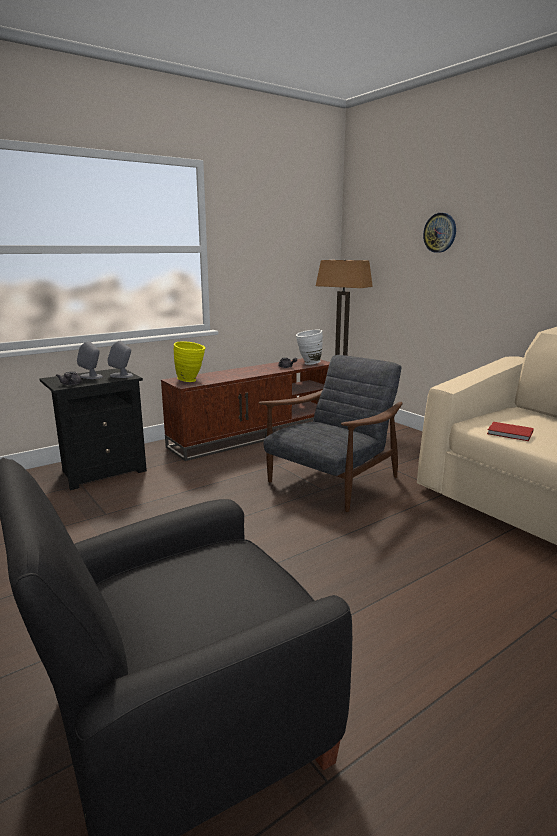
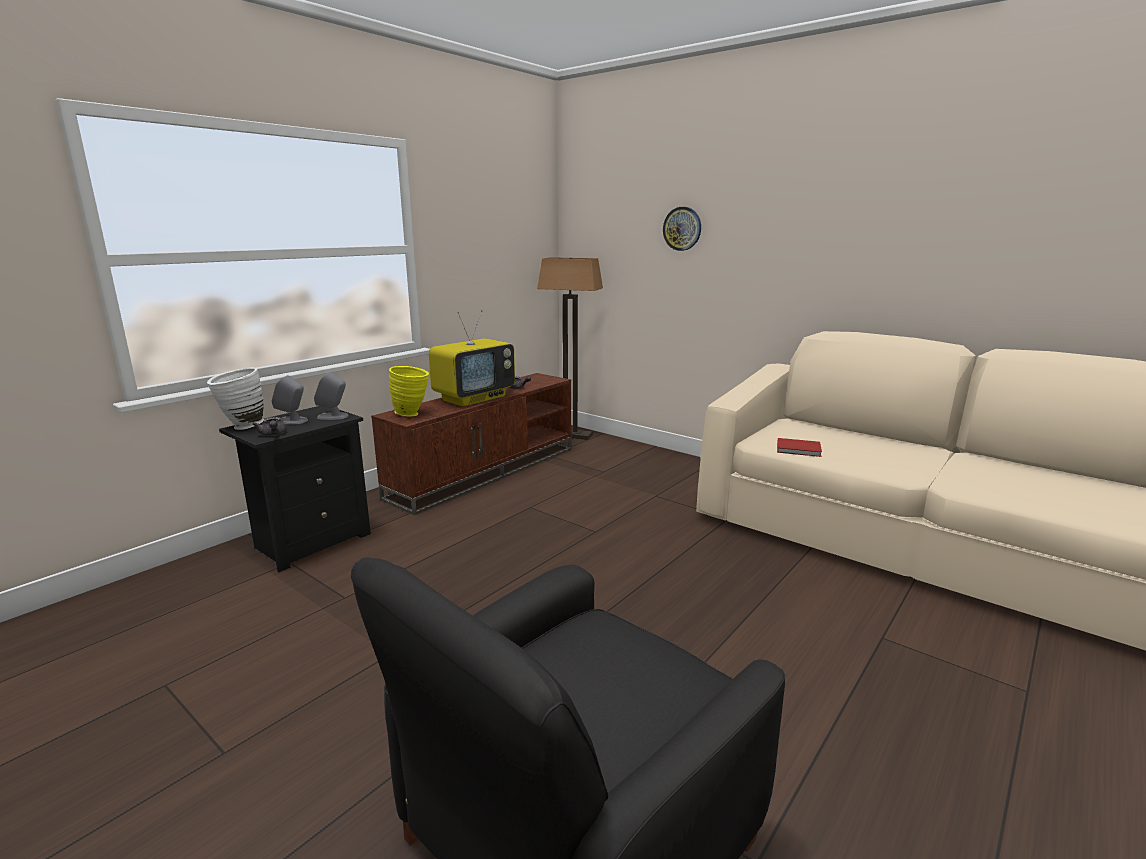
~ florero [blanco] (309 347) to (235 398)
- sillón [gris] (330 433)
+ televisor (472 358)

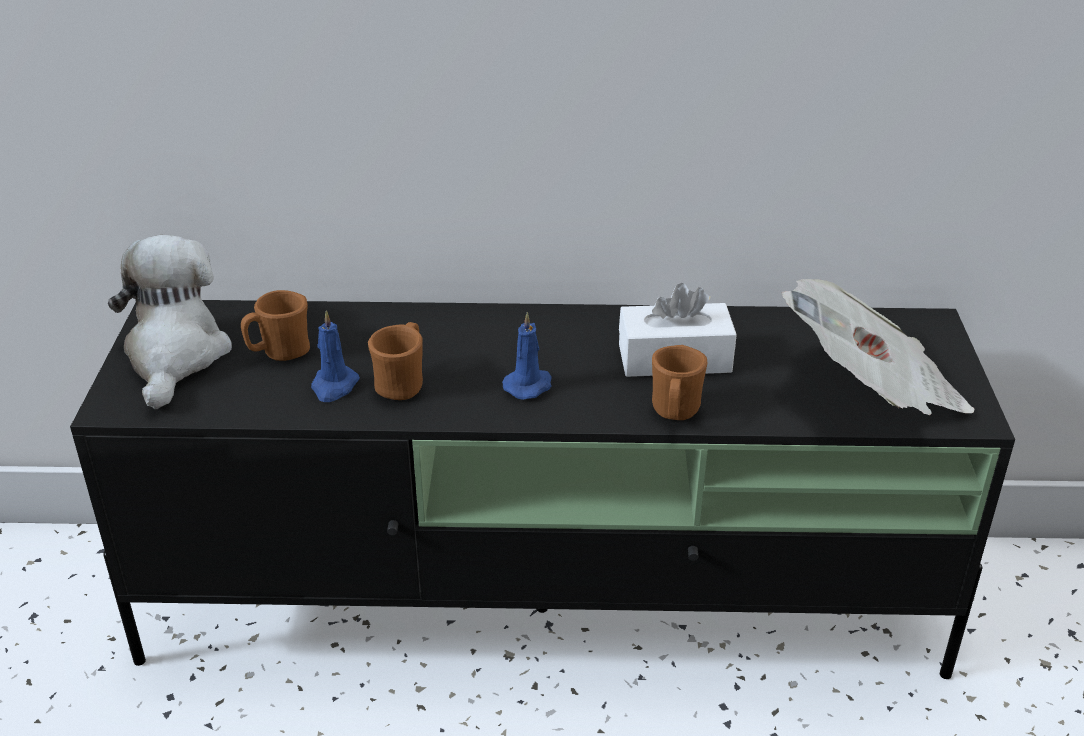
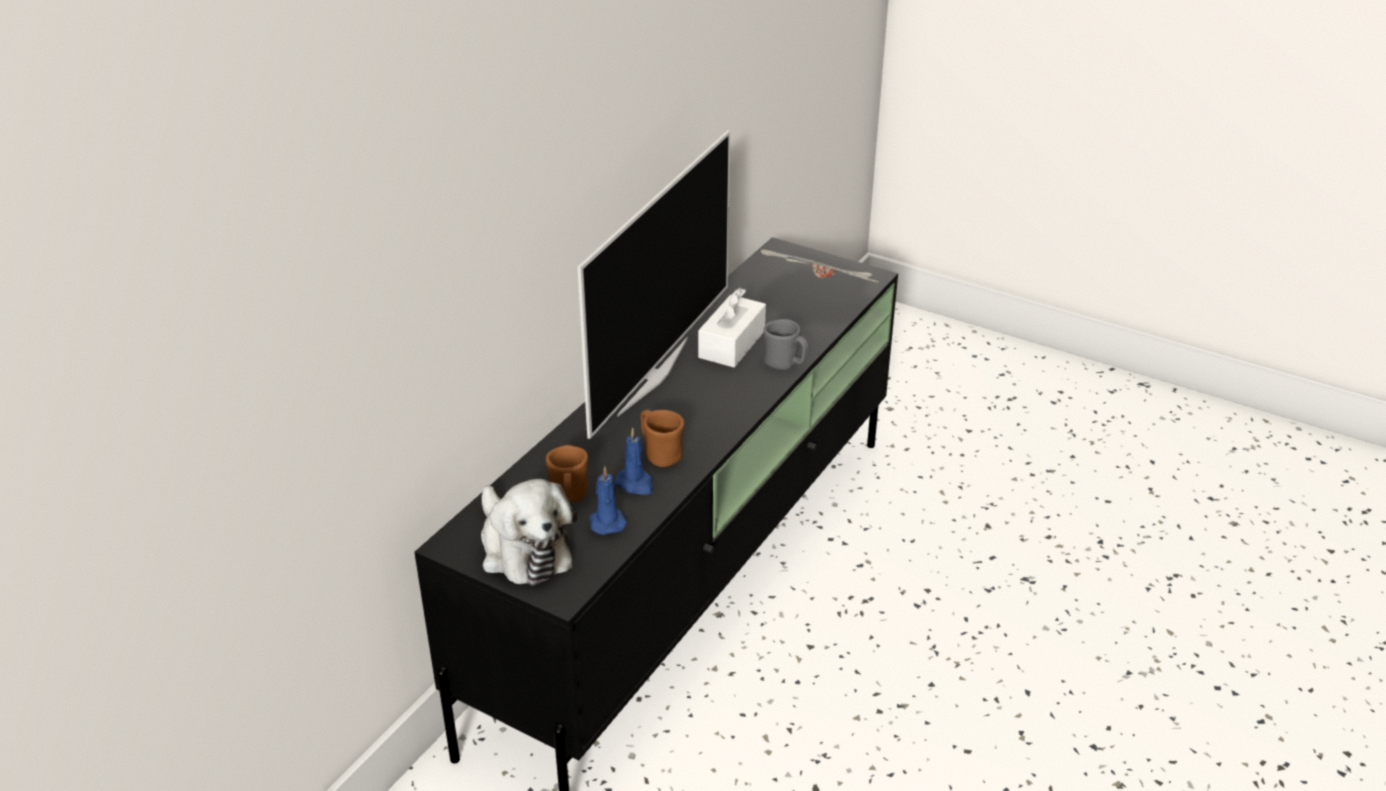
~ peluche (170 322) = (529 532) 150 degrees counterclockwise
~ vela [azul] (527 356) to (608 501)
~ taza grande [marrón] (679 382) to taza grande [gris] (785 344)
+ televisor (654 284)

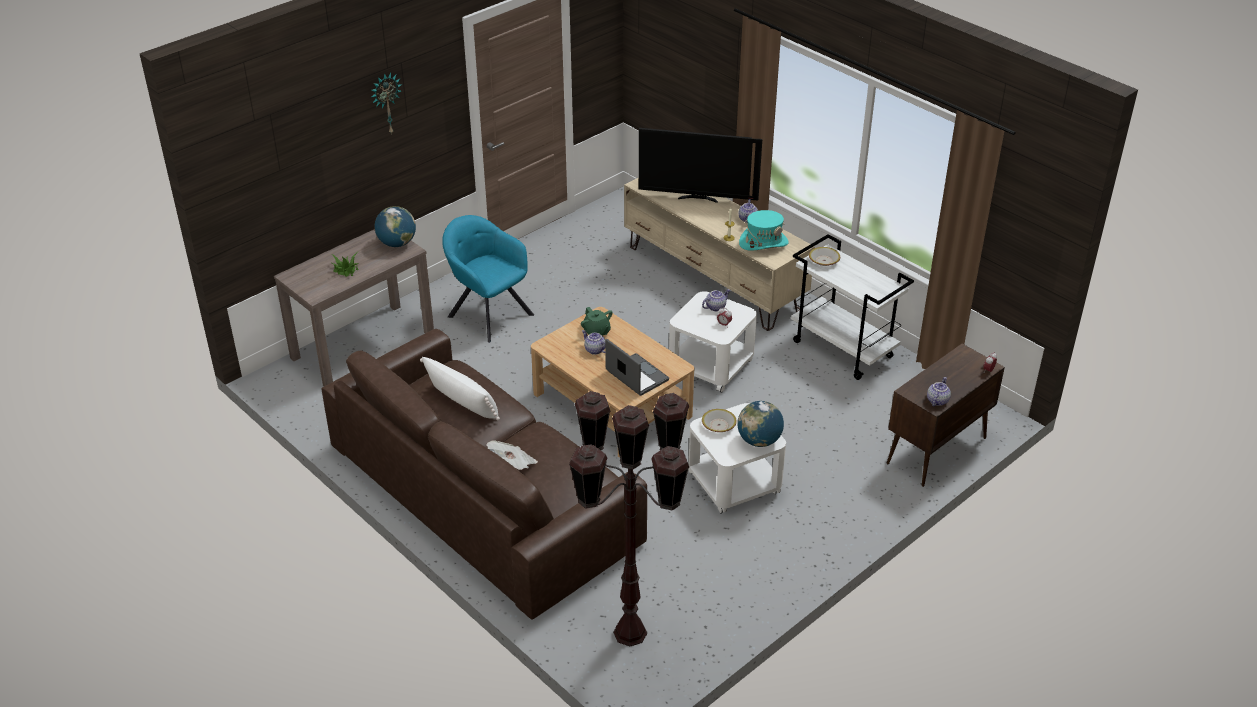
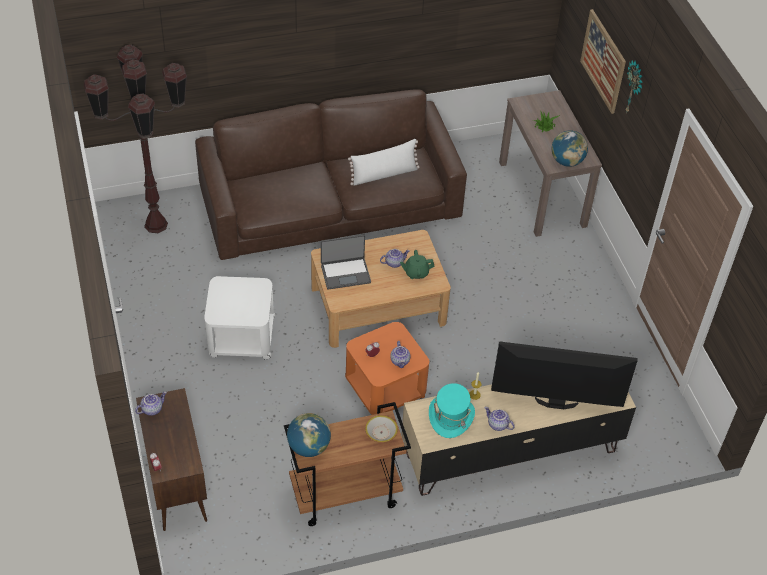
~ televisor (700 165) = (564 375) 60 degrees clockwise
- sillón [turquesa] (488 279)
~ carrito [blanco] (852 307) to carrito [marrón] (347 464)
~ mesa auxiliar [blanco] (713 342) to mesa auxiliar [naranja] (387 368)
~ tetera (939 391) = (151 404) 90 degrees counterclockwise
~ globo terráqueo (760 424) to (309 435)
- cuenco (719 420)
- periódico (512 455)
+ cuadro (603 61)

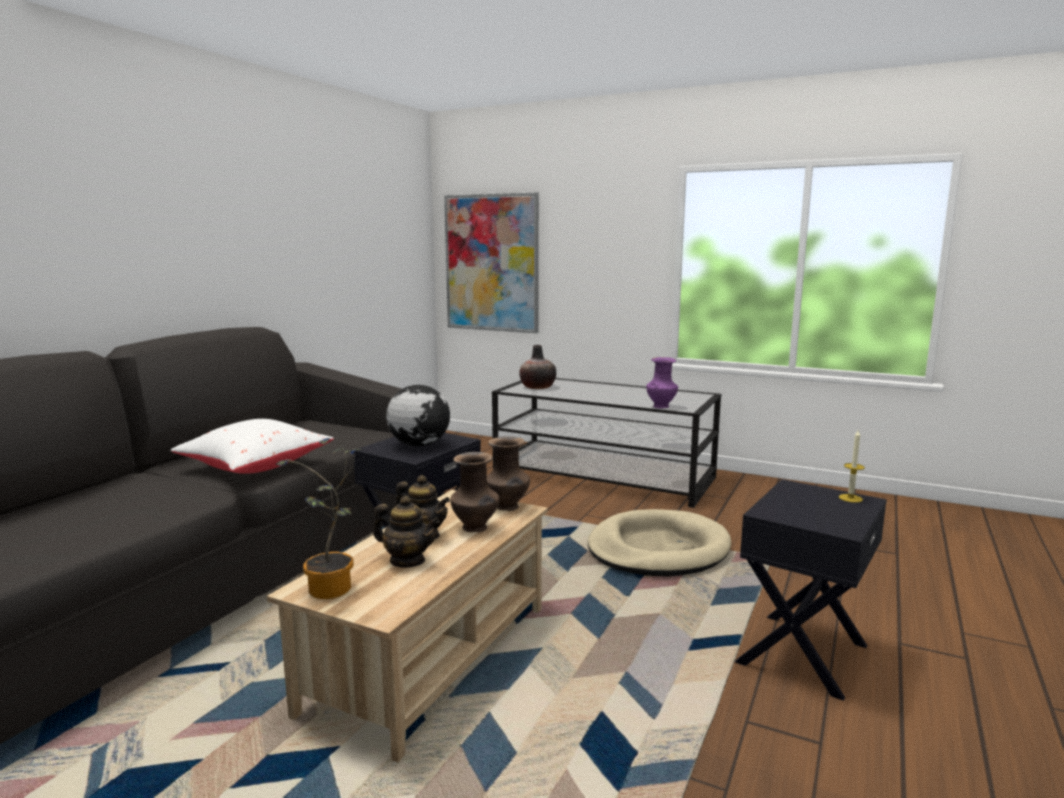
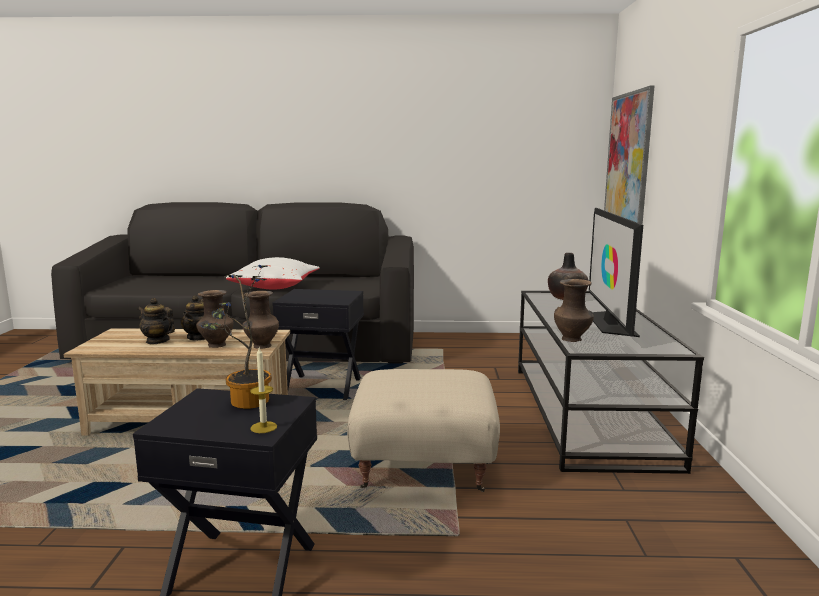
~ florero [morado] (662 382) to florero [marrón] (574 310)
- globo terráqueo (418 415)
~ planta en maceta (319 518) to (236 337)
~ tetera (406 532) = (156 321) 120 degrees clockwise
~ cama para perro [beis] (660 543) to puf [beis] (423 430)
+ televisor (616 272)

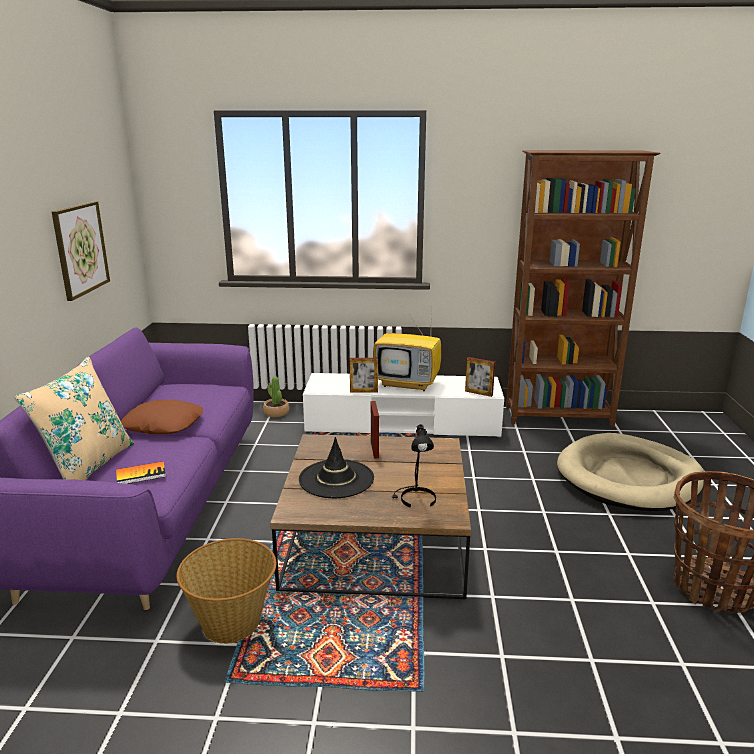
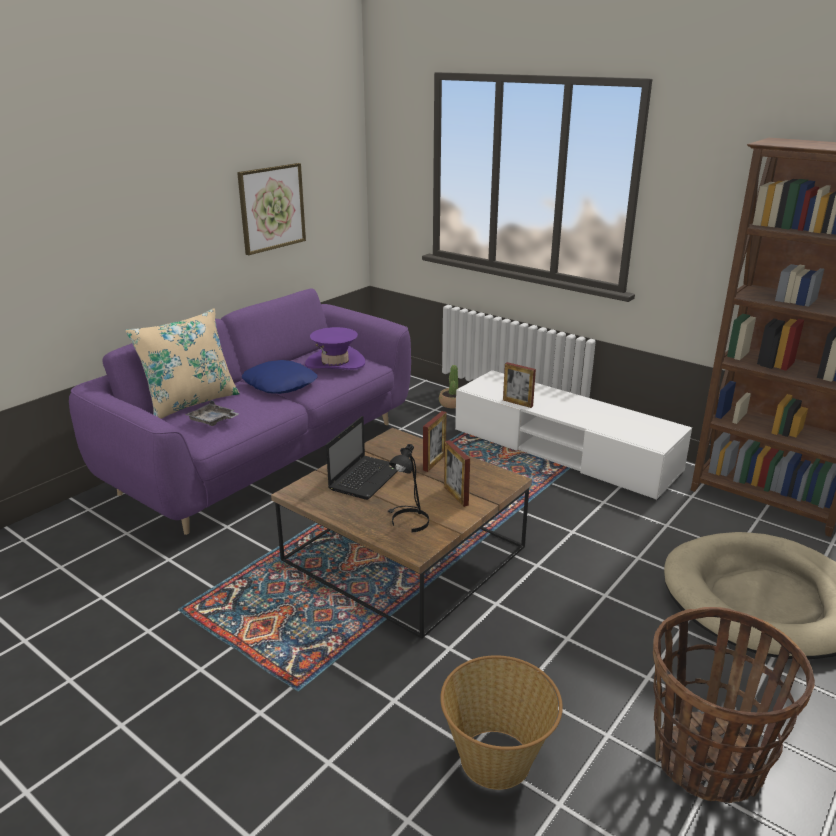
- televisor (407 350)
~ portarretratos (480 377) to (457 473)
~ cojín [marrón] (162 417) to cojín [azul] (280 377)
~ sombrero [negro] (336 467) to portátil (361 458)
~ libro (141 472) to bandeja [gris] (212 413)
~ cesta (226 591) to (501 722)
+ sombrero [morado] (335 348)

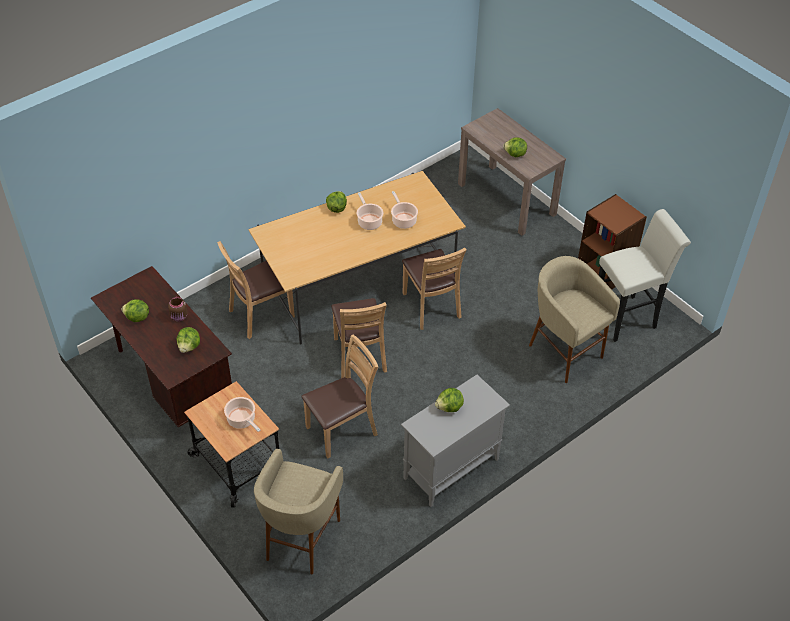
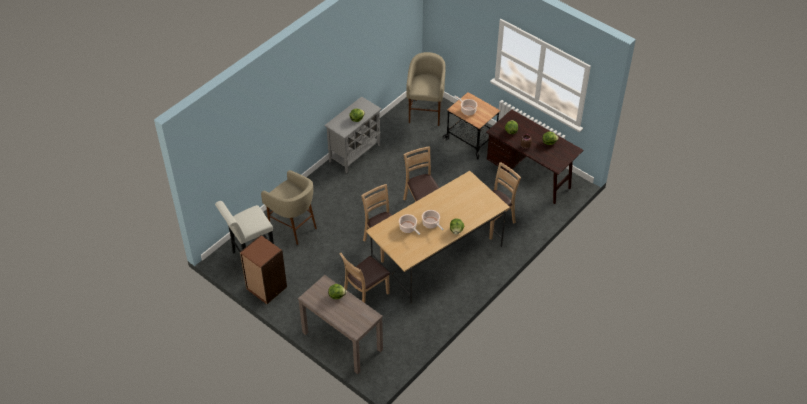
~ silla [marrón] (339 396) to (364 278)

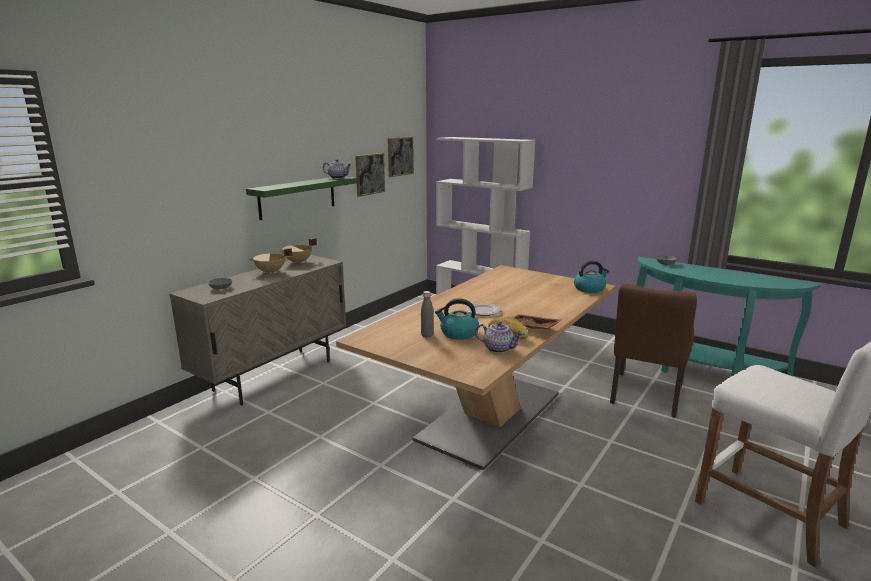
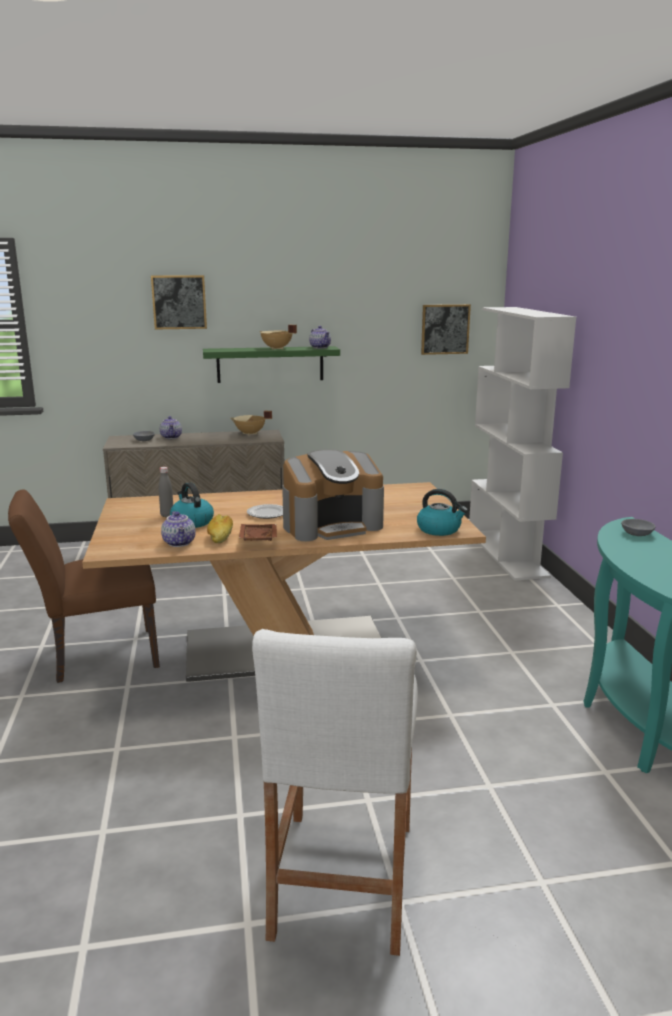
~ cuadro (370 175) to (179 302)
~ olla [beis] (270 261) to (278 337)
~ silla [marrón] (653 351) to (84 586)
+ tetera (171 427)
+ cafetera (333 495)

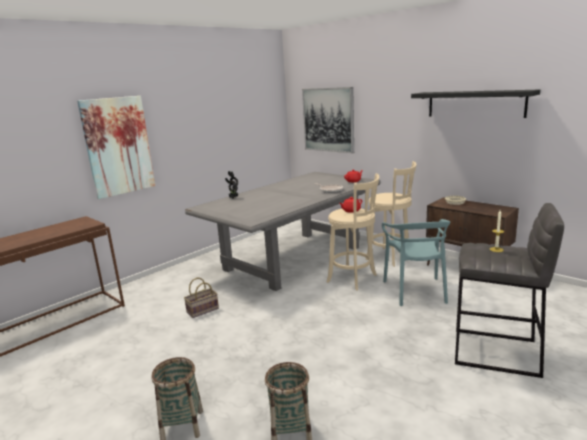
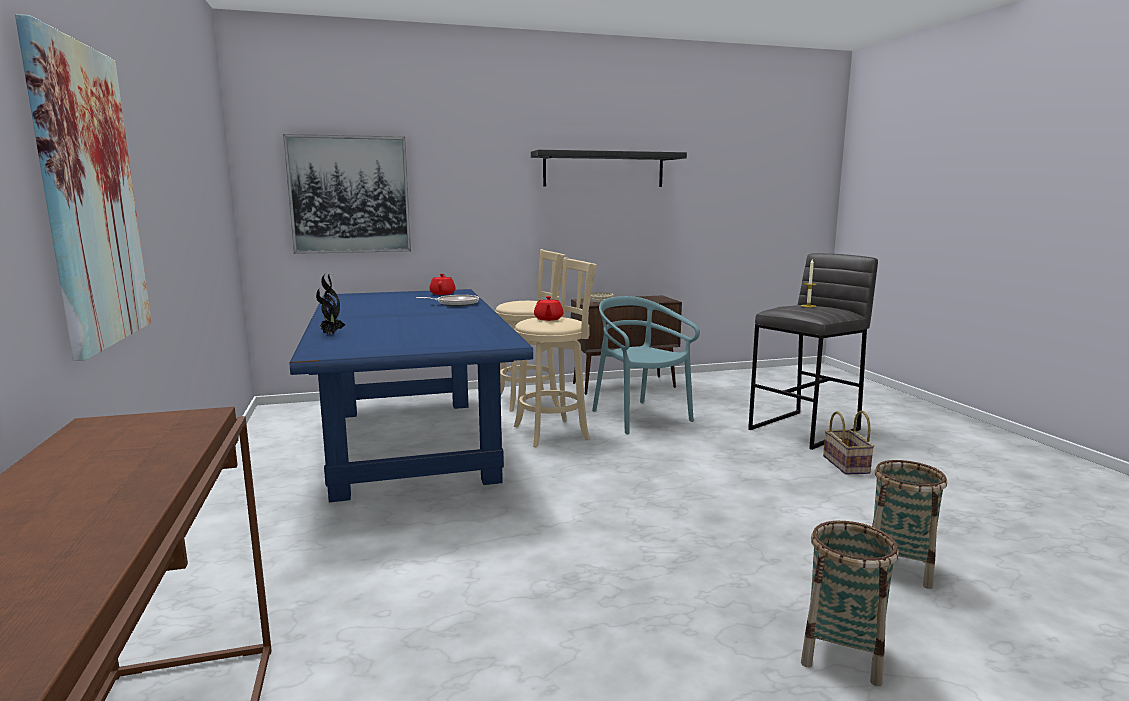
~ mesa de comedor [gris] (282 231) to mesa de comedor [azul] (411 395)
~ silla [turquesa] (416 262) = (646 365) 150 degrees counterclockwise
~ cesta (201 298) to (848 443)

